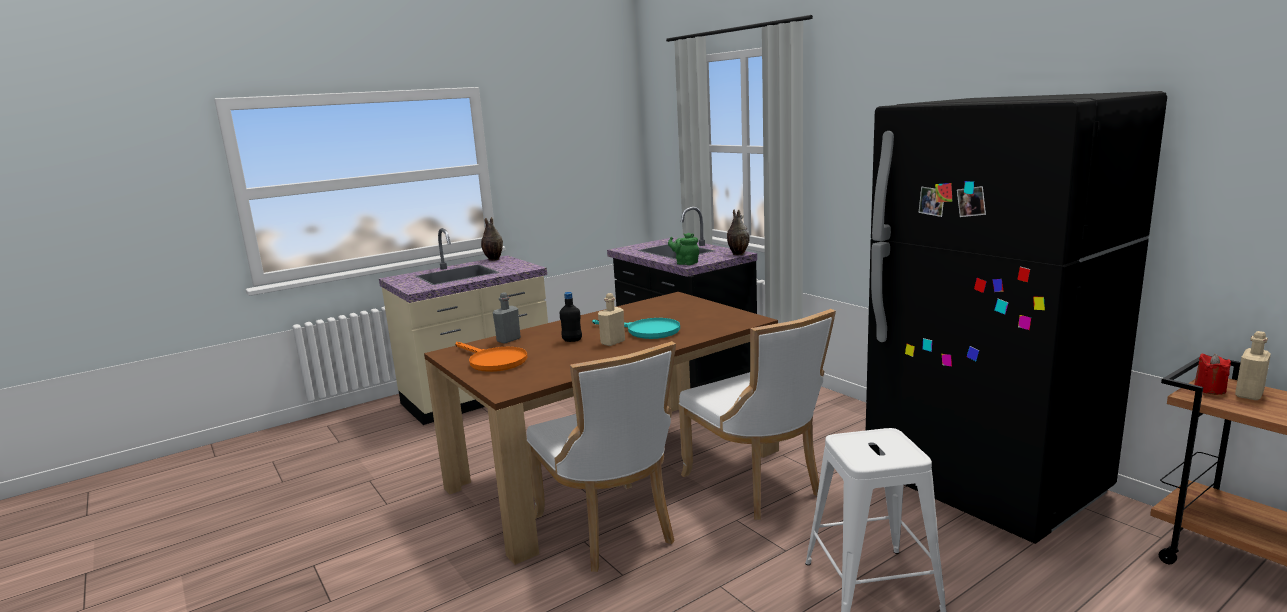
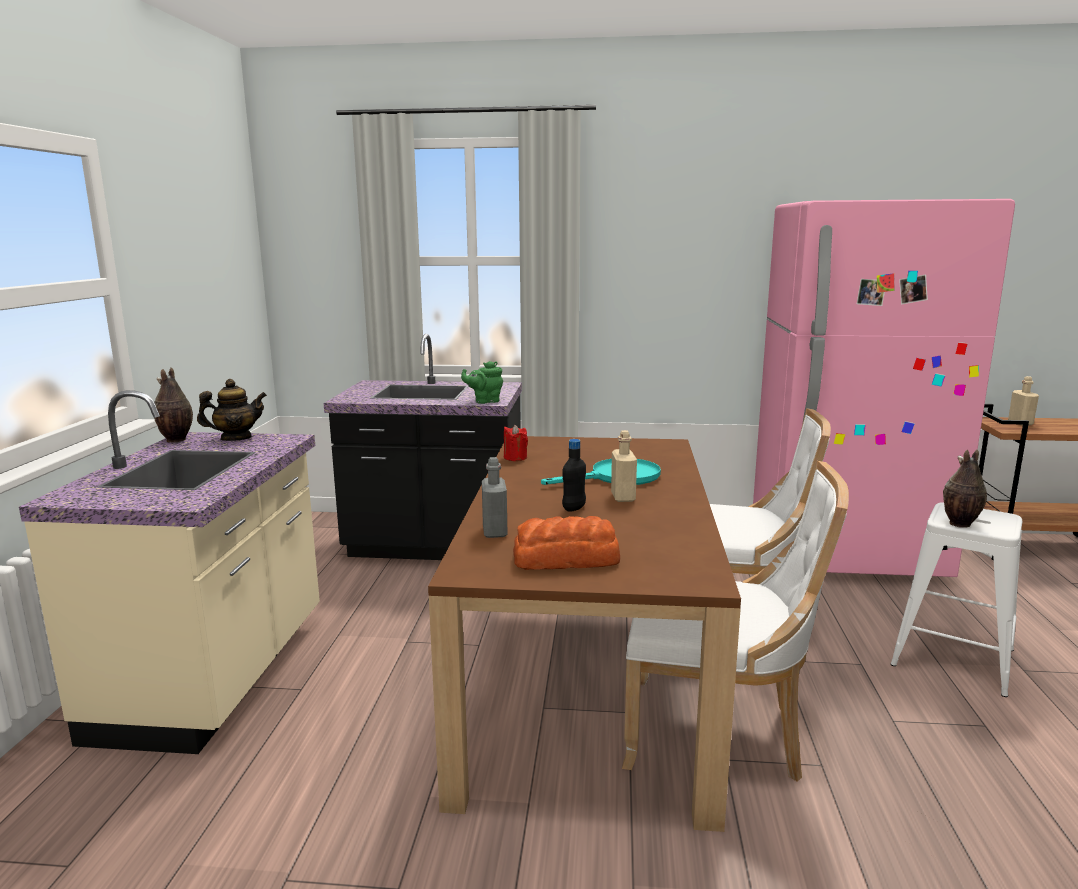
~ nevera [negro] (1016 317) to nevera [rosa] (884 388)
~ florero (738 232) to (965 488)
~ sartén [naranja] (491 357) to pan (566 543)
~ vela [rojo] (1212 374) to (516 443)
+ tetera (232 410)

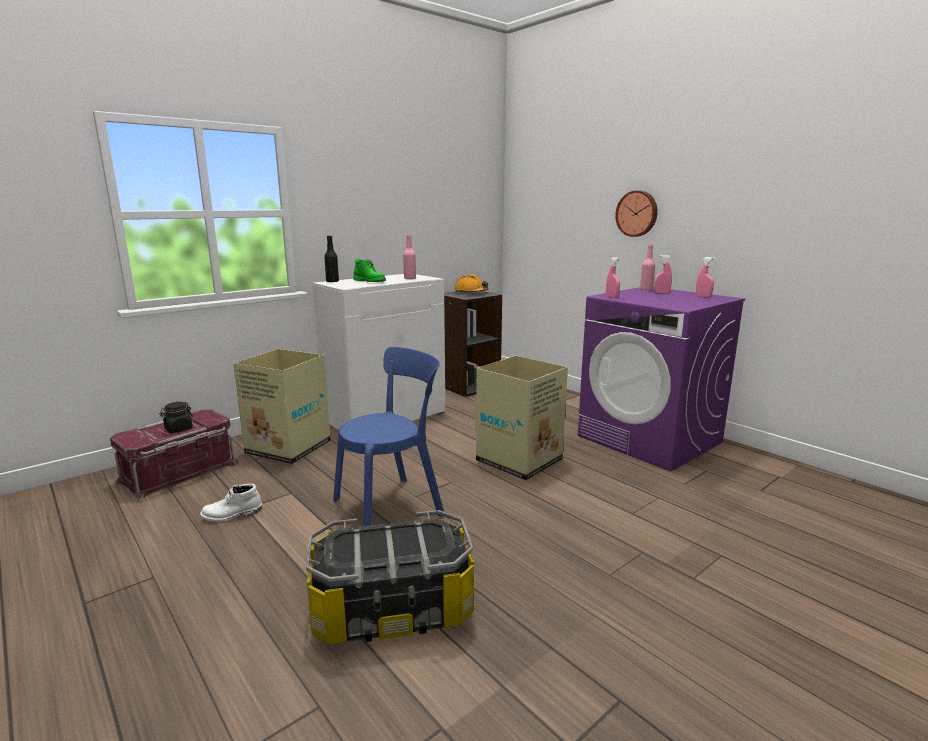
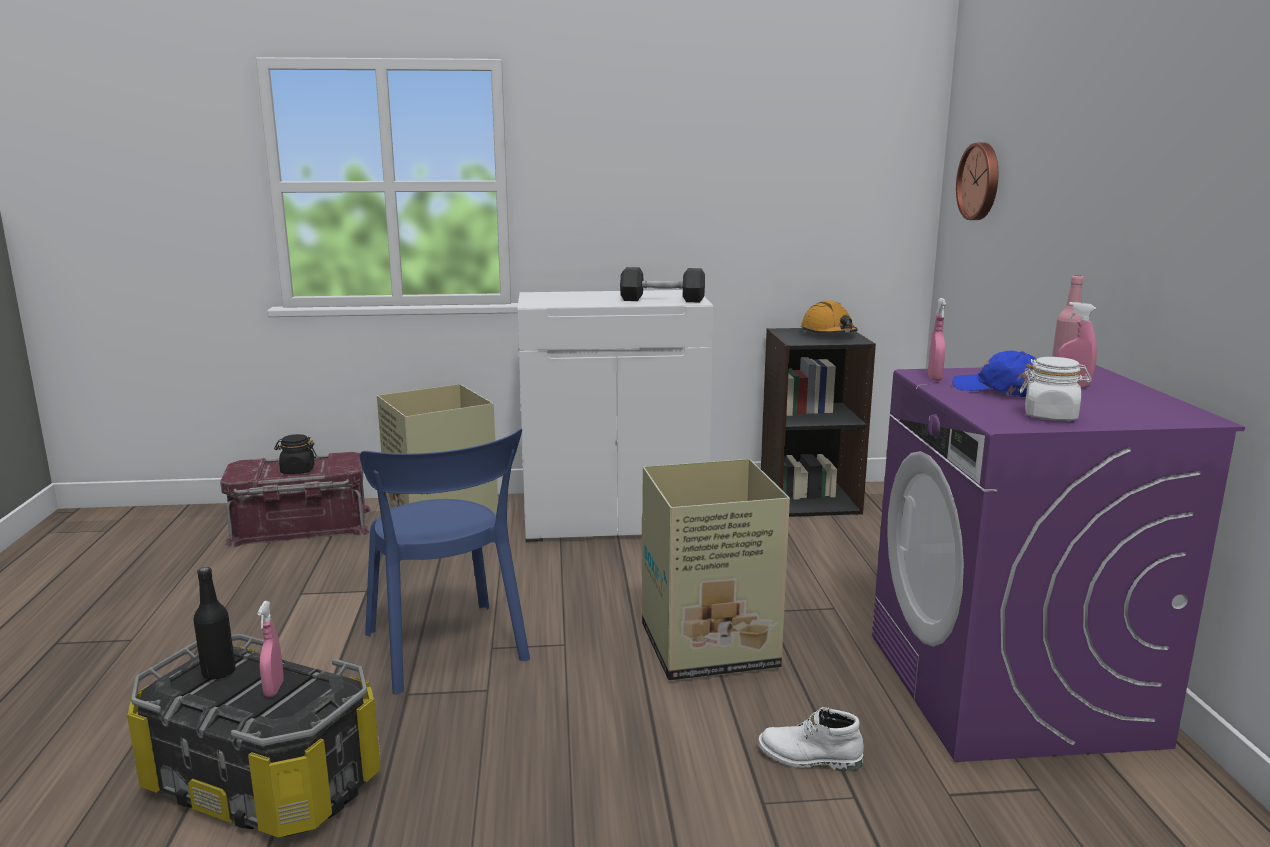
~ reloj de pared (636 213) to (977 181)
~ botella [rosa] (409 256) to mancuerna [gris] (662 284)
~ botella [negro] (331 258) to (214 623)
~ pulverizador [rosa] (705 277) to (270 649)
- bota [verde] (369 270)
~ silla [azul] (388 436) = (445 561) 60 degrees clockwise
~ bota [blanco] (231 503) to (811 739)
+ gorra [azul] (994 374)
+ tarro [blanco] (1056 389)

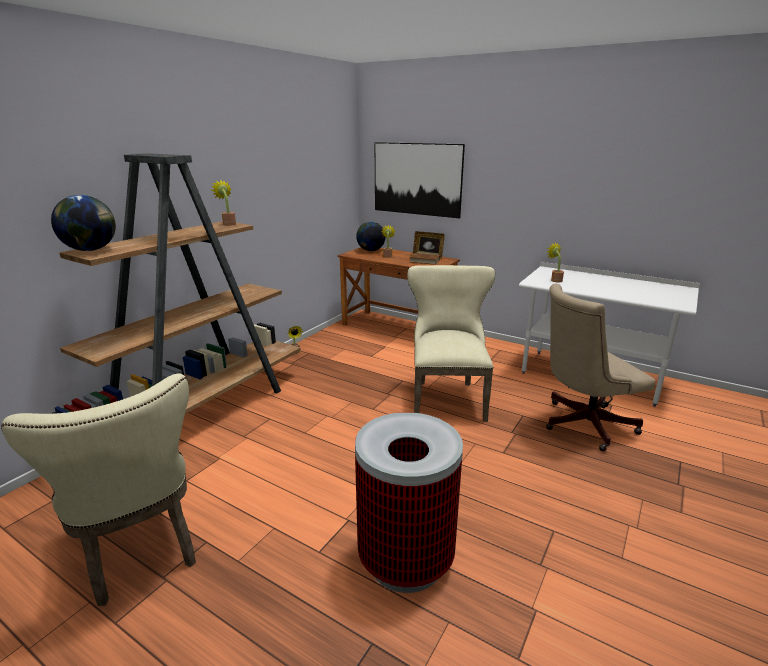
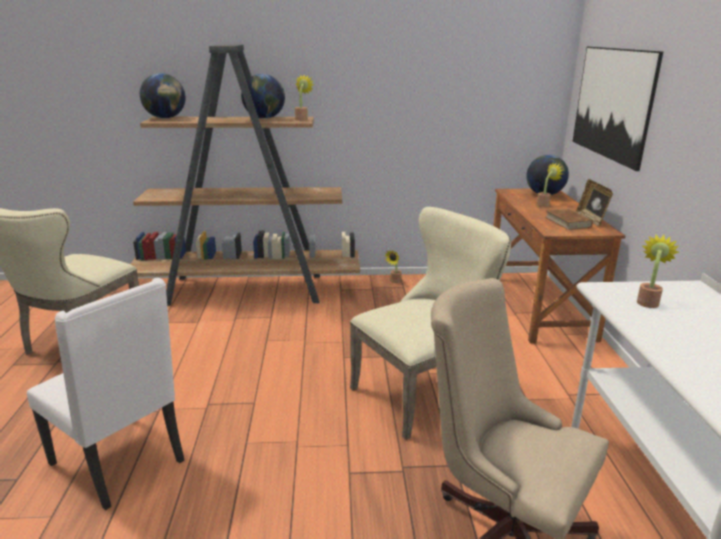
~ papelera (409 502) to silla [blanco] (105 394)
+ globo terráqueo (263 96)

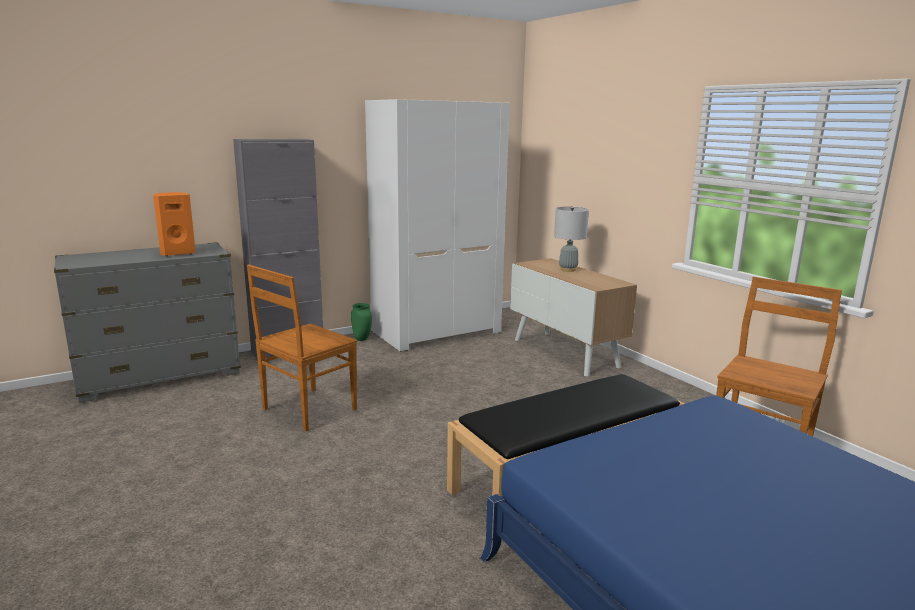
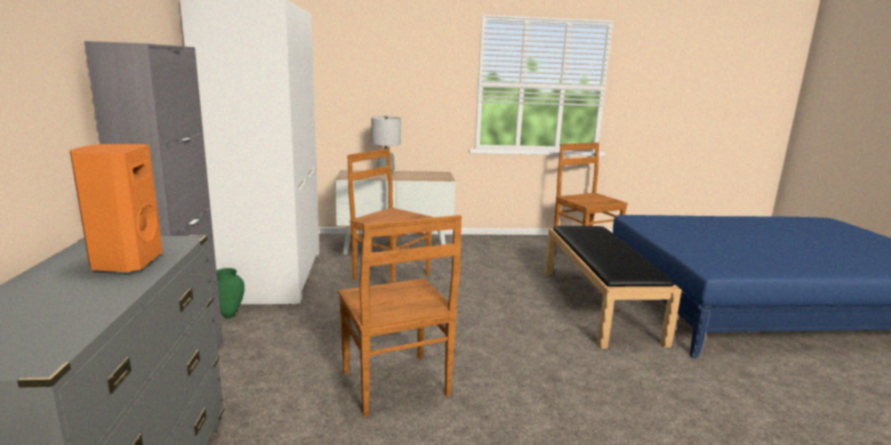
+ silla [marrón] (390 215)

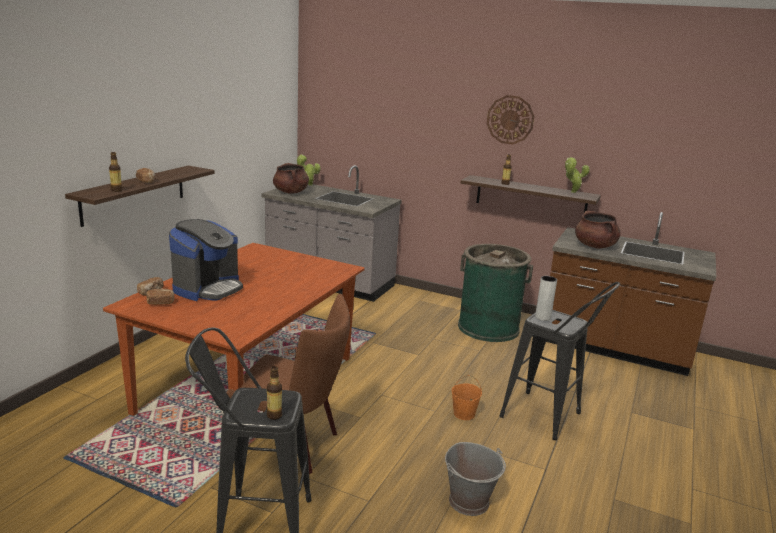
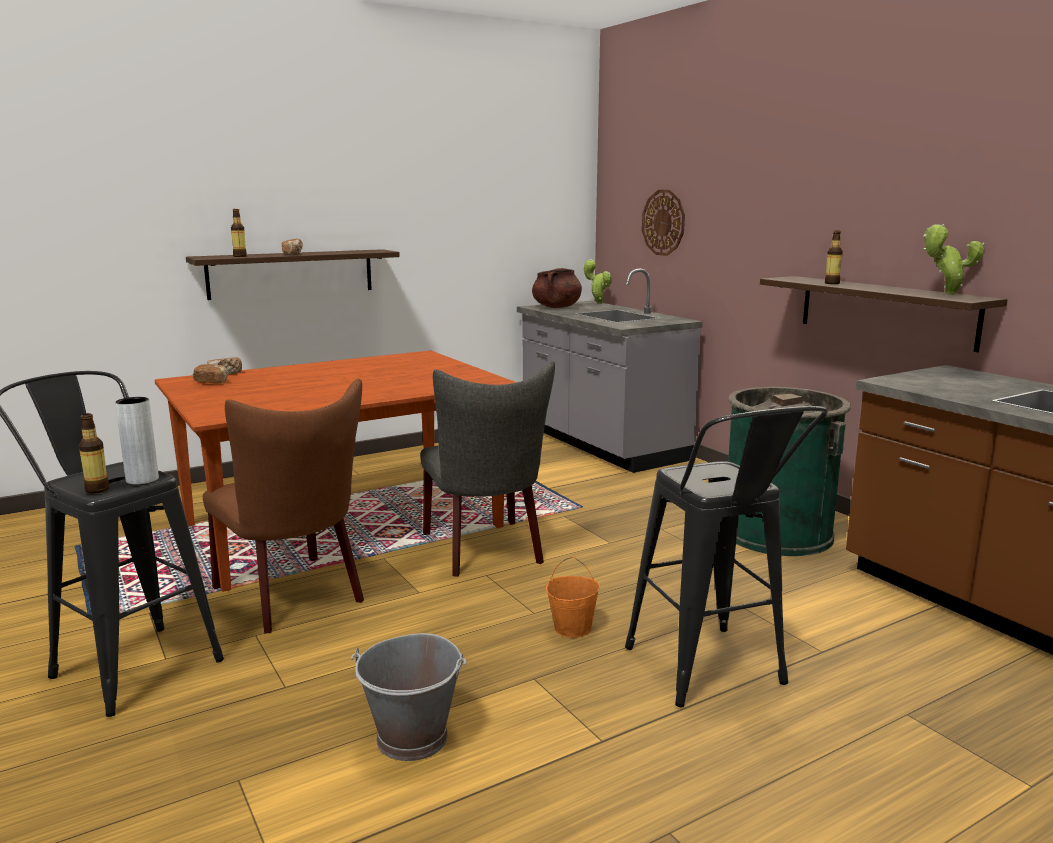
~ reloj de pared (510 119) to (663 223)
- olla [marrón] (598 230)
- cafetera (206 260)
~ florero [gris] (546 298) to (137 441)
+ silla [gris] (487 469)

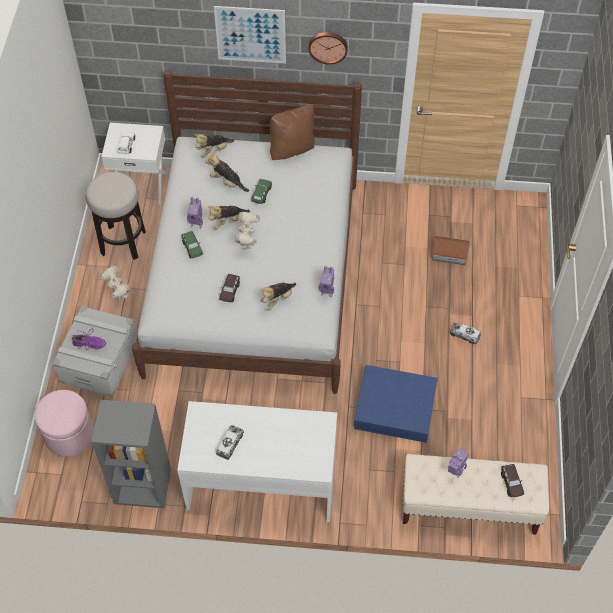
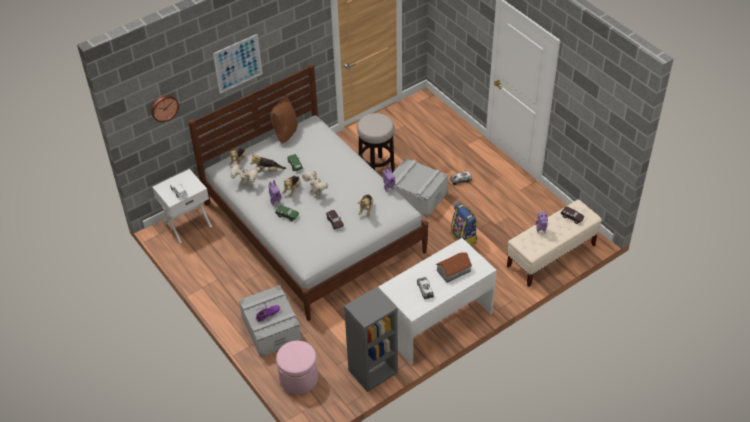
~ reloj de pared (328 48) to (165 108)
~ taburete (115 216) to (376 143)
~ casita (451 250) to (454 267)
~ robot de juguete (115 282) to (243 175)
~ caja de almacenaje [azul] (396 404) to mochila (464 224)
+ caja de almacenaje [gris] (420 188)

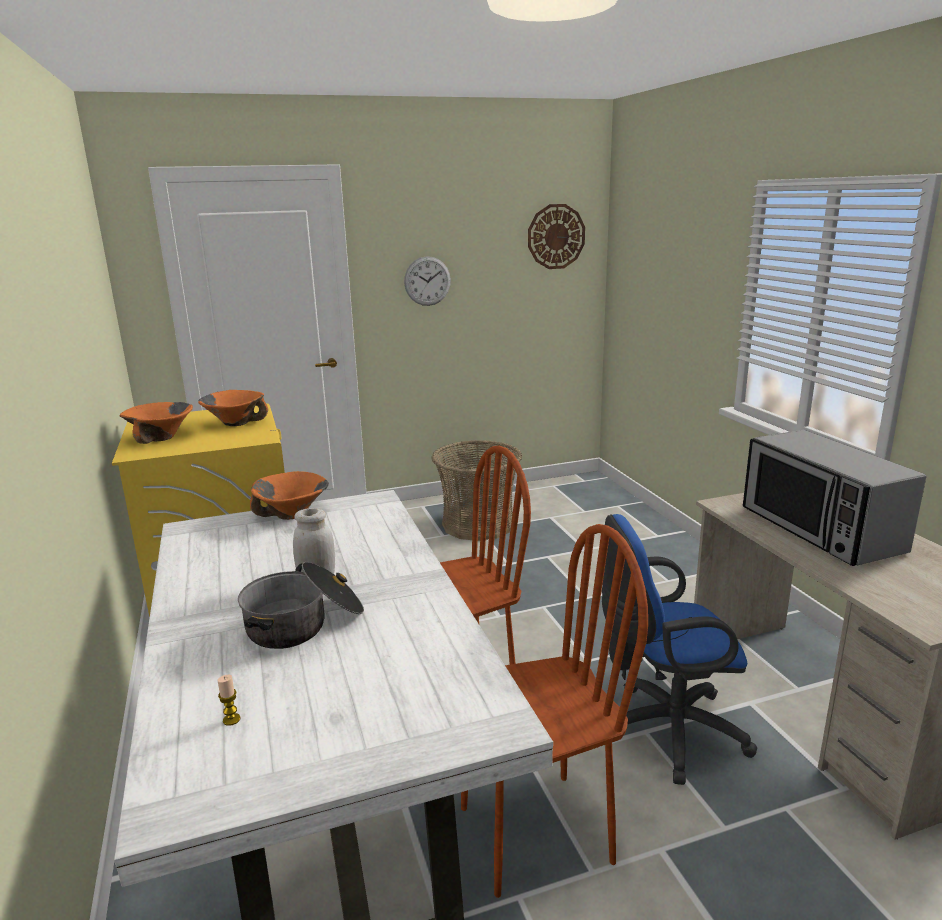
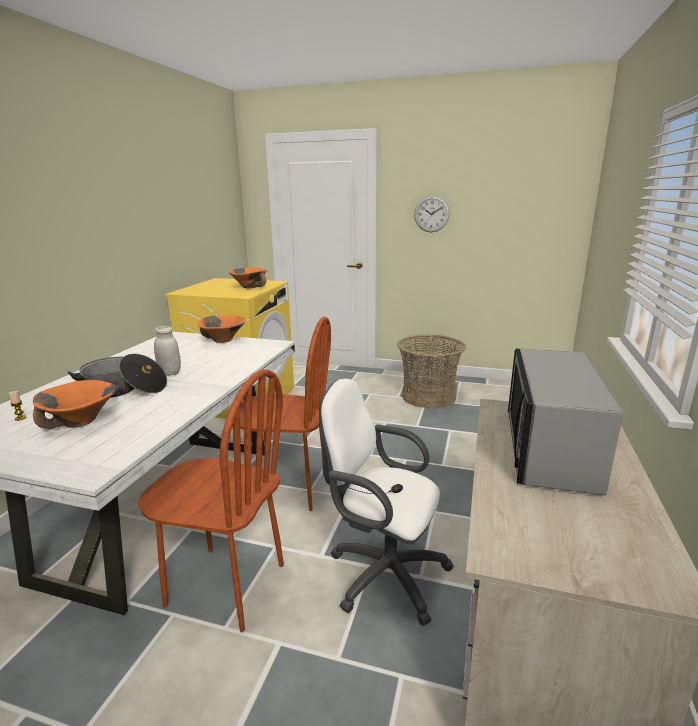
- reloj de pared (556 236)
~ cuenco [naranja] (156 423) to (75 404)
~ silla de oficina [azul] (679 649) to silla de oficina [blanco] (386 502)

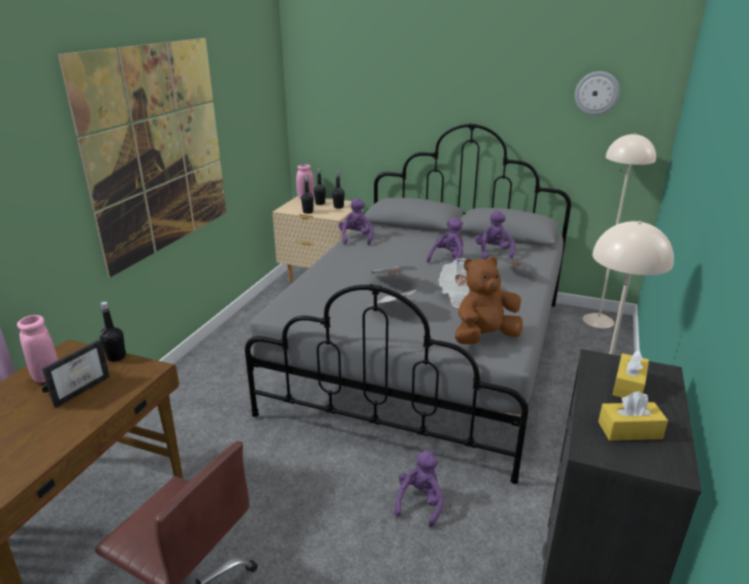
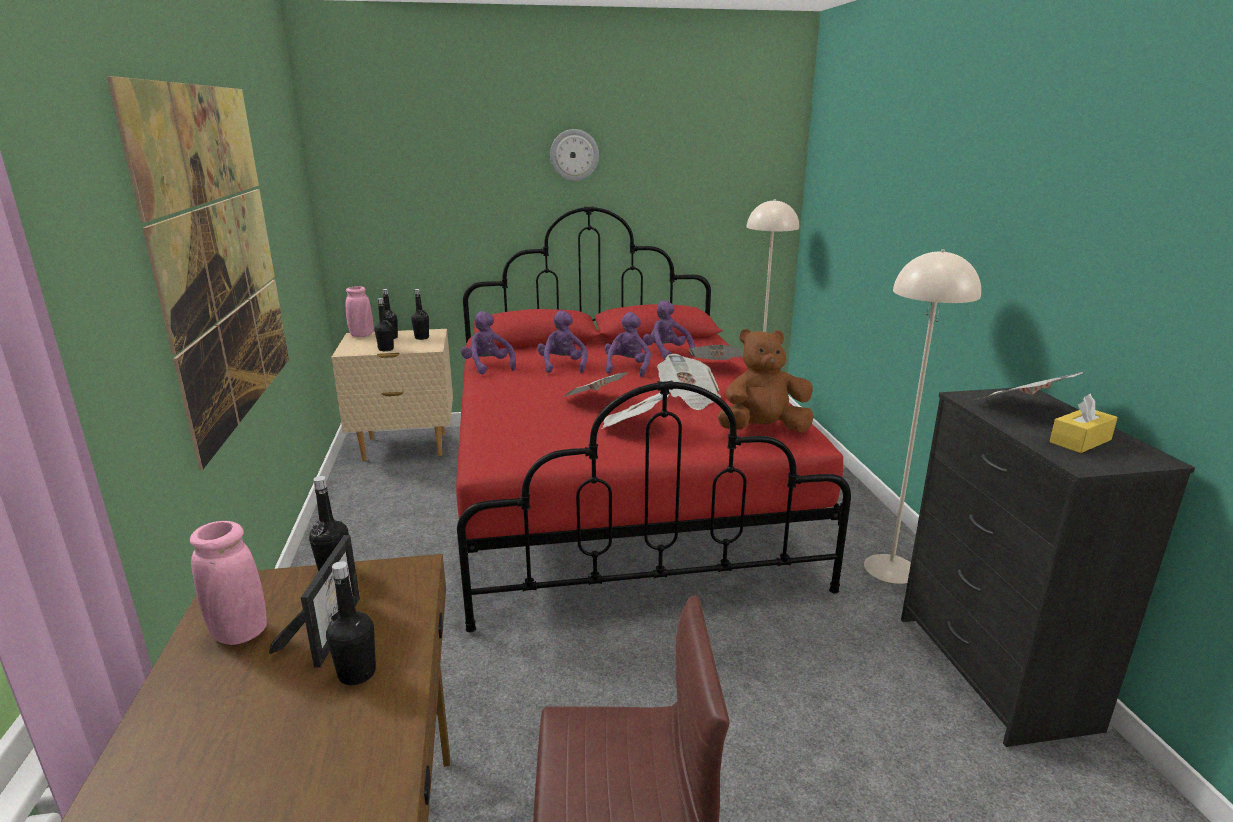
~ reloj de pared (597 93) to (574 155)
~ cama [gris] (408 303) to cama [rojo] (653 419)
~ peluche [marrón] (489 300) = (766 380) 45 degrees clockwise
~ caja de pañuelos [amarillo] (631 373) to periódico (1032 385)
~ peluche [morado] (419 489) to (562 341)
+ botella [negro] (351 623)

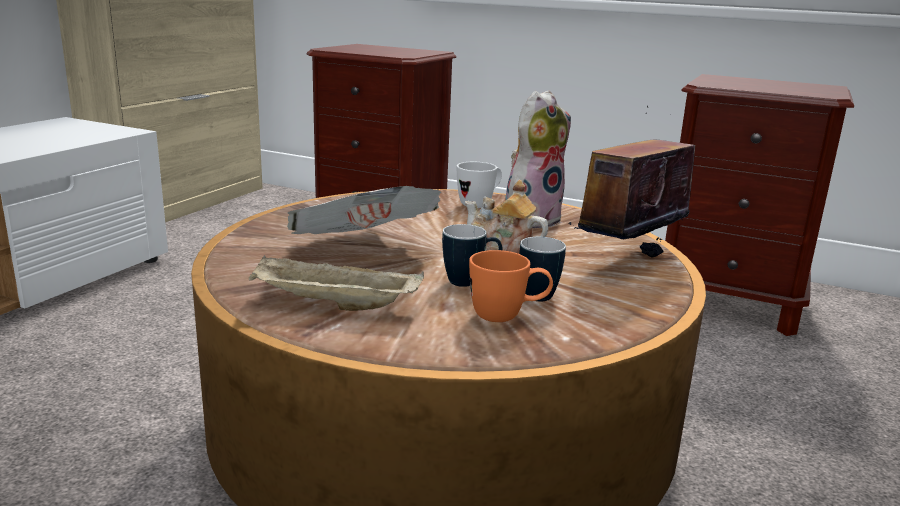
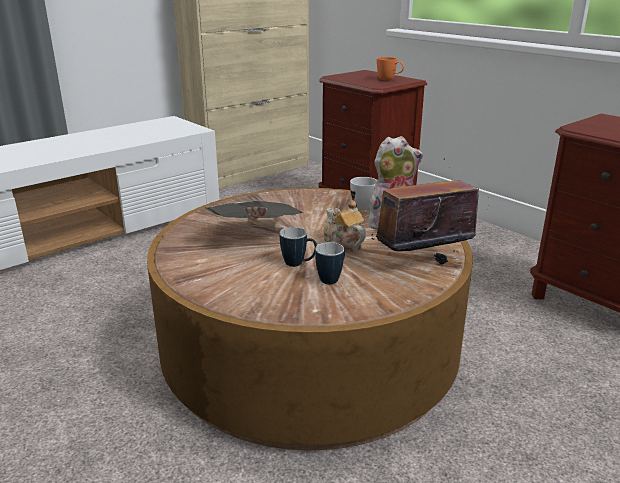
~ taza grande [naranja] (511 286) to (390 68)
- bandeja [beis] (336 283)

